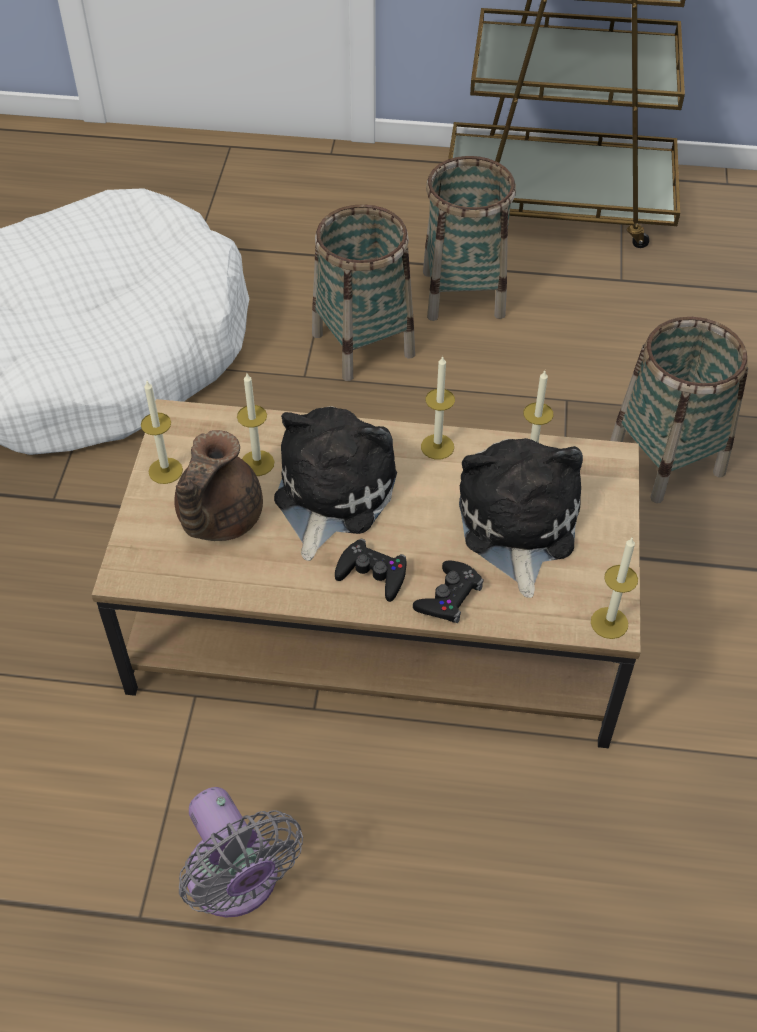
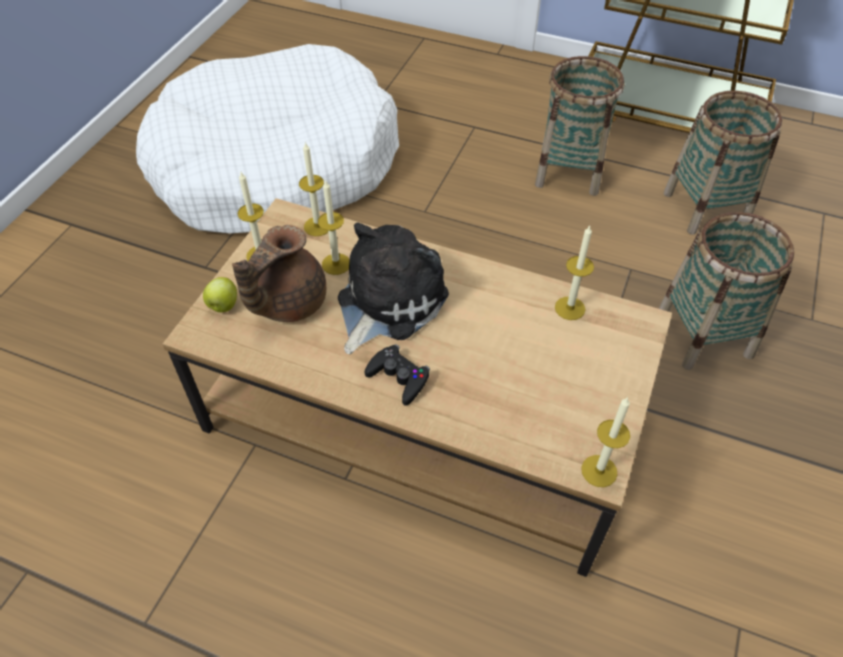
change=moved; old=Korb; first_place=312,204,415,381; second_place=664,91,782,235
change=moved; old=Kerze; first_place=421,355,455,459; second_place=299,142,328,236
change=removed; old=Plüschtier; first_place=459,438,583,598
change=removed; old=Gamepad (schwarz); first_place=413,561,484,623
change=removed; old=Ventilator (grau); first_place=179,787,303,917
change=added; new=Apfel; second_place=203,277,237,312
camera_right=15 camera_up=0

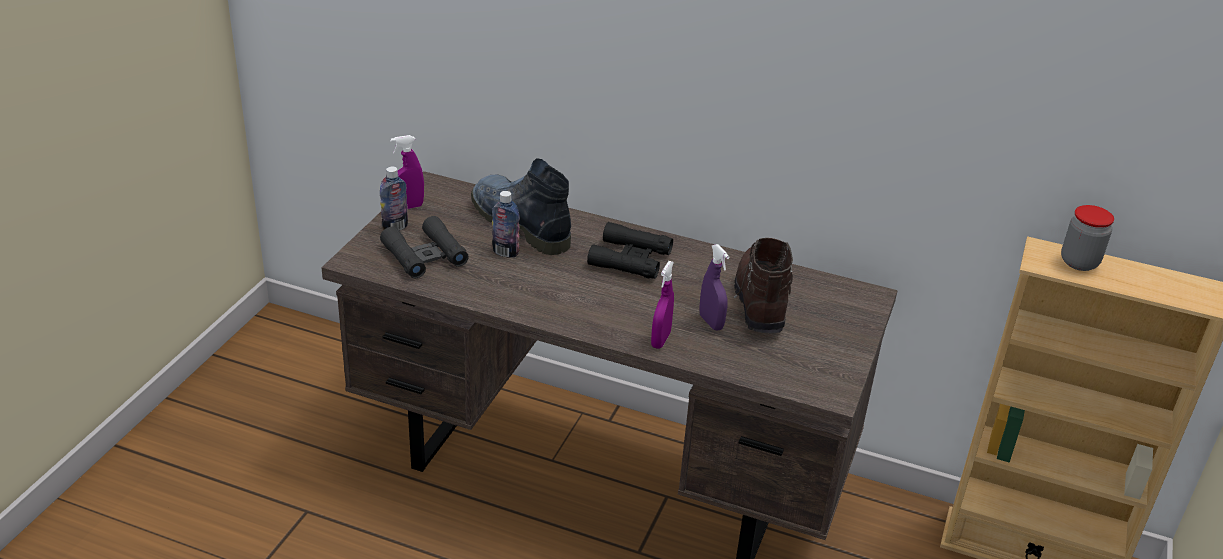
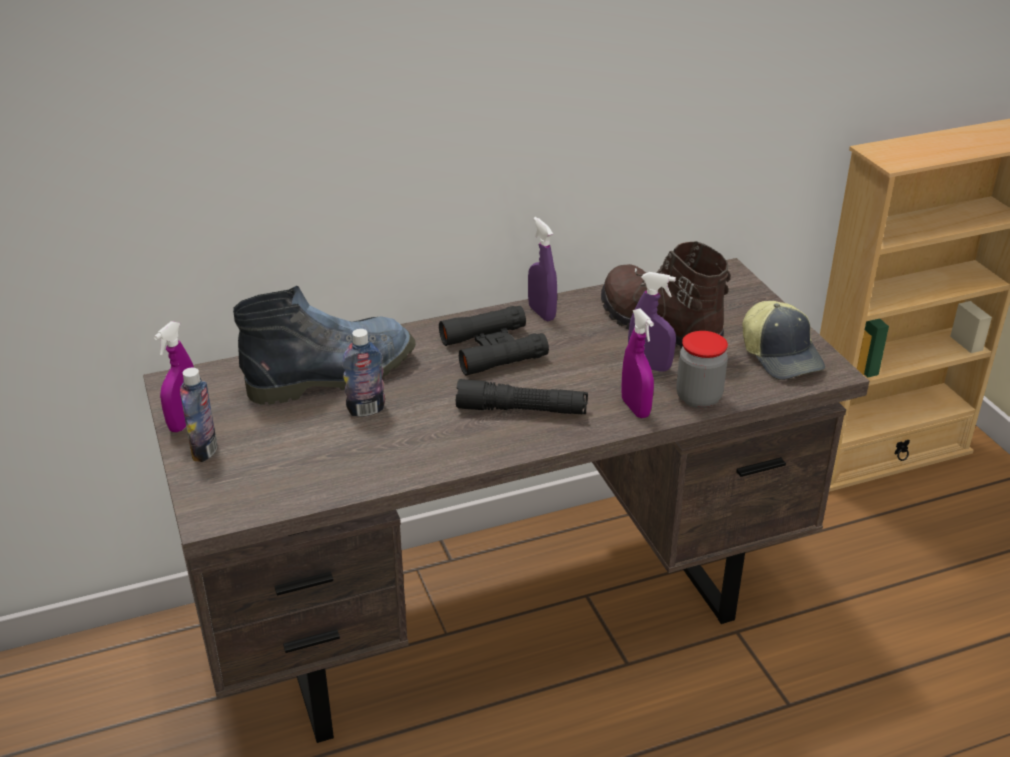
change=turned; old=Stiefel; first_place=471,158,571,255; second_place=233,286,416,405; degrees=150
change=moved; old=Vorratsglas; first_place=1061,205,1114,271; second_place=676,331,728,408
change=removed; old=Fernglas (schwarz); first_place=380,216,469,278
change=added; new=Sprühflasche (lila); second_place=528,217,557,321
change=added; new=Kappe; second_place=742,301,825,380
change=added; new=Taschenlampe (schwarz); second_place=456,379,588,414
camera_right=-40 camera_up=0

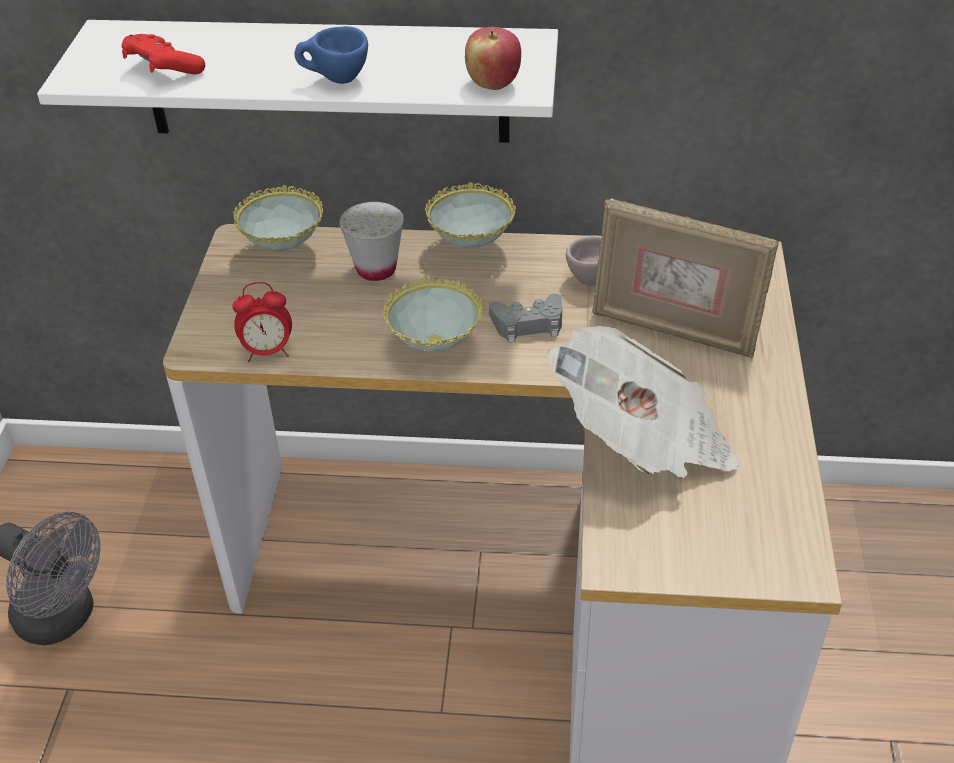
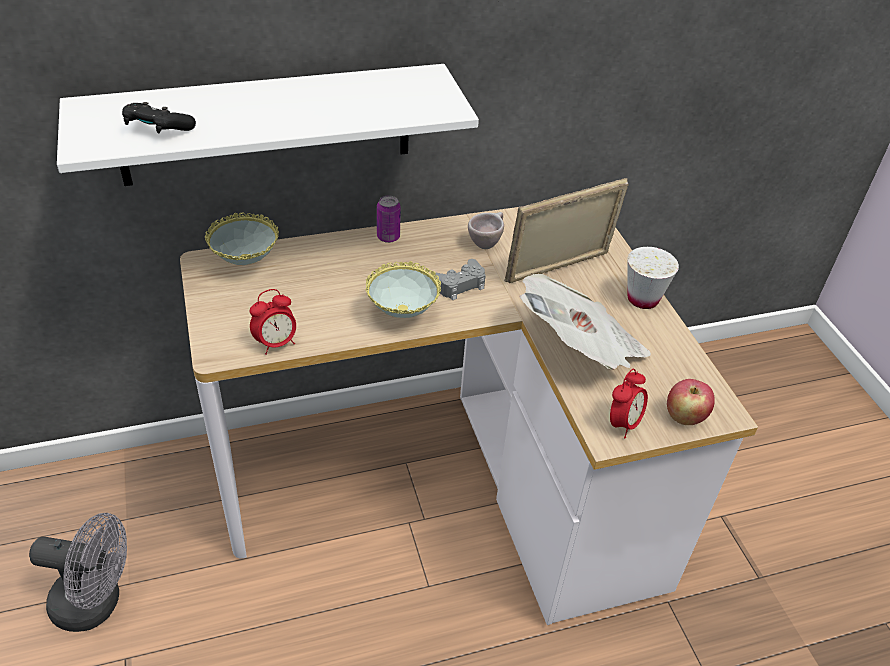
change=removed; old=Tasse (blau); first_place=295,26,368,84
change=moved; old=Apfel; first_place=465,27,521,90; second_place=667,379,715,425
change=recoloured; old=Gamepad (rot); new=Gamepad (schwarz); first_place=122,34,205,74; second_place=122,102,196,133
change=replaced; old=Schüssel; new=Dose; first_place=425,182,516,248; second_place=377,195,401,243
change=turned; old=Bilderrahmen; first_place=592,198,779,358; second_place=504,178,628,283; degrees=150
change=moved; old=Tasse (weiß); first_place=339,202,404,281; second_place=627,247,679,309
change=added; new=Wecker; second_place=610,369,648,439
camera_right=-25 camera_up=0

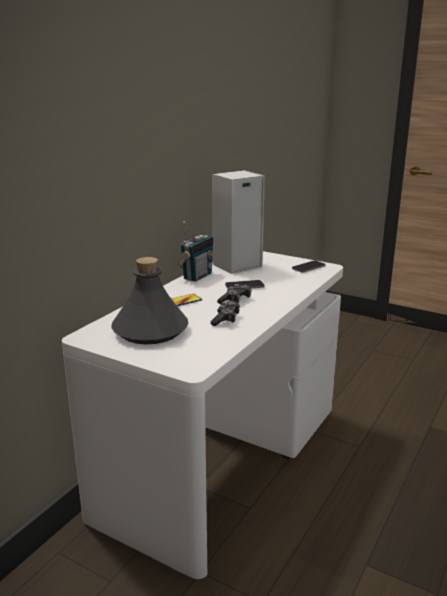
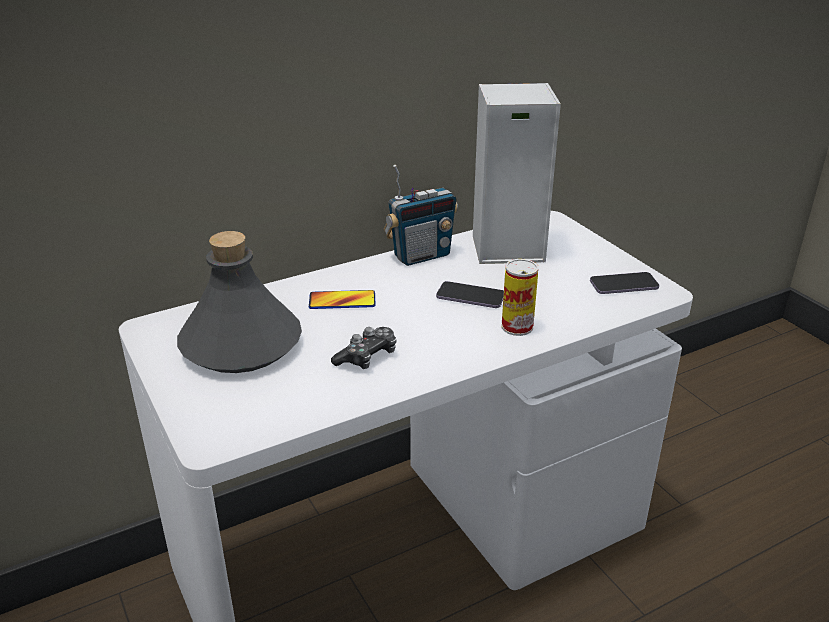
change=removed; old=Gamepad; first_place=217,284,252,304
change=added; new=Dose; second_place=502,259,539,336
camera_right=30 camera_up=10

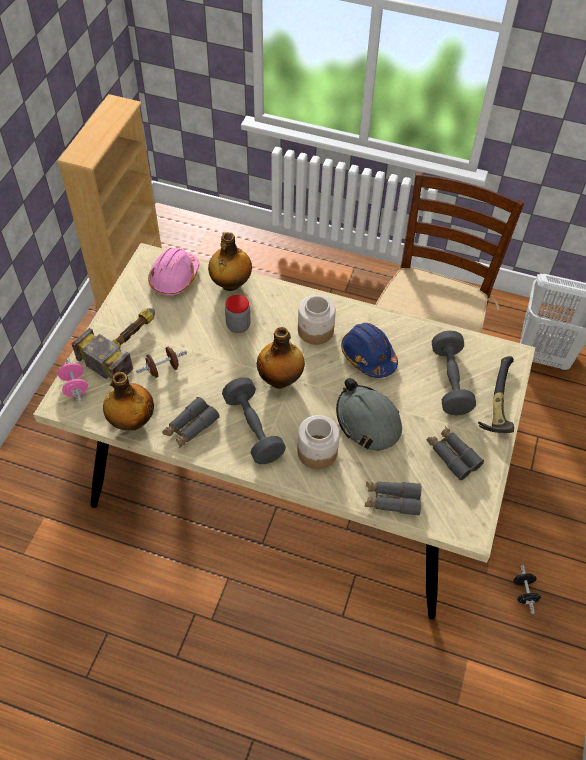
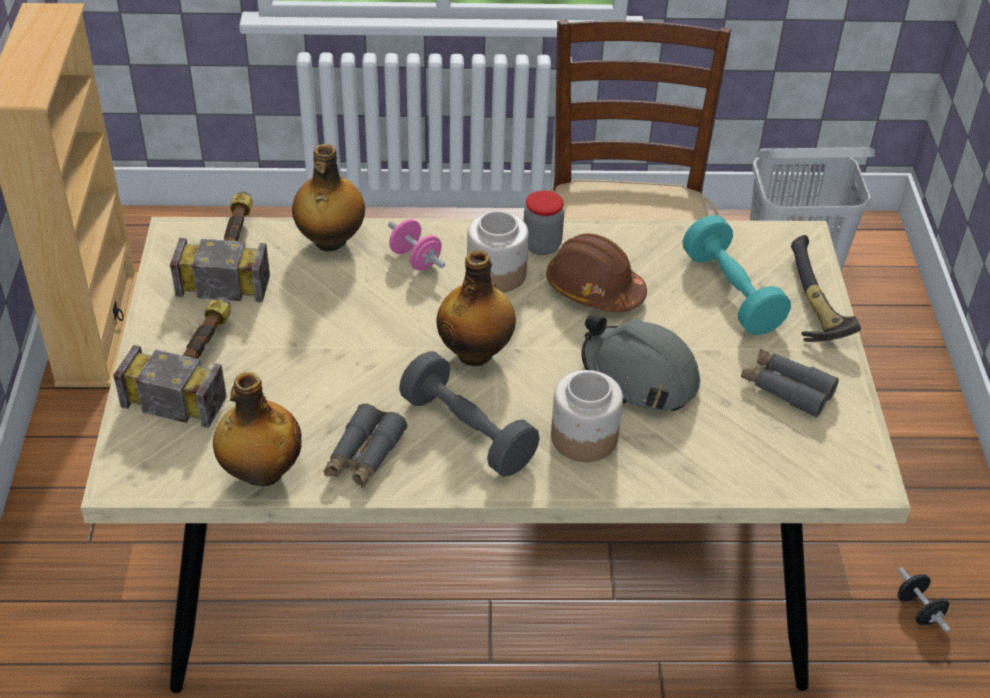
change=replaced; old=Schutzhelm (rosa); new=Hammer; first_place=148,248,199,295; second_place=170,191,270,302
change=moved; old=Vorratsglas; first_place=225,295,251,333; second_place=524,190,564,255
change=recoloured; old=Schutzhelm (blau); new=Schutzhelm (braun); first_place=341,323,398,378; second_place=546,233,647,313
change=recoloured; old=Hantel (grau); new=Hantel (türkis); first_place=432,330,476,415; second_place=683,215,791,335
change=removed; old=Hantel (braun); first_place=136,347,187,378
change=moved; old=Hantel (rosa); first_place=58,358,88,402; second_place=388,219,445,270
change=removed; old=Fernglas (grau); first_place=364,482,421,516
camera_right=-20 camera_up=-10

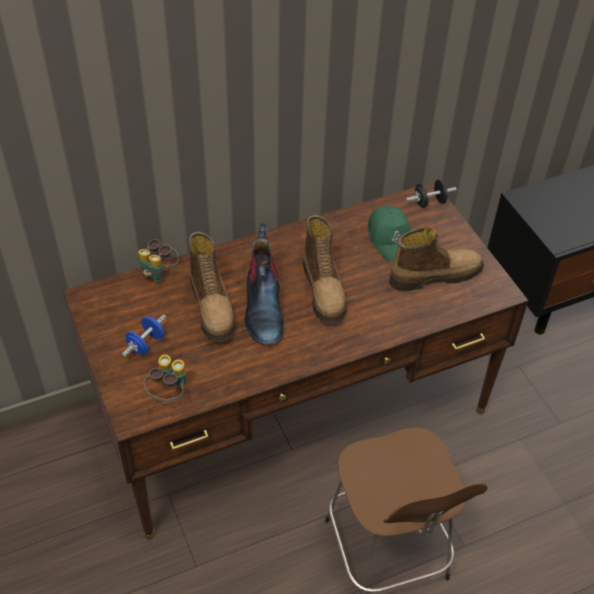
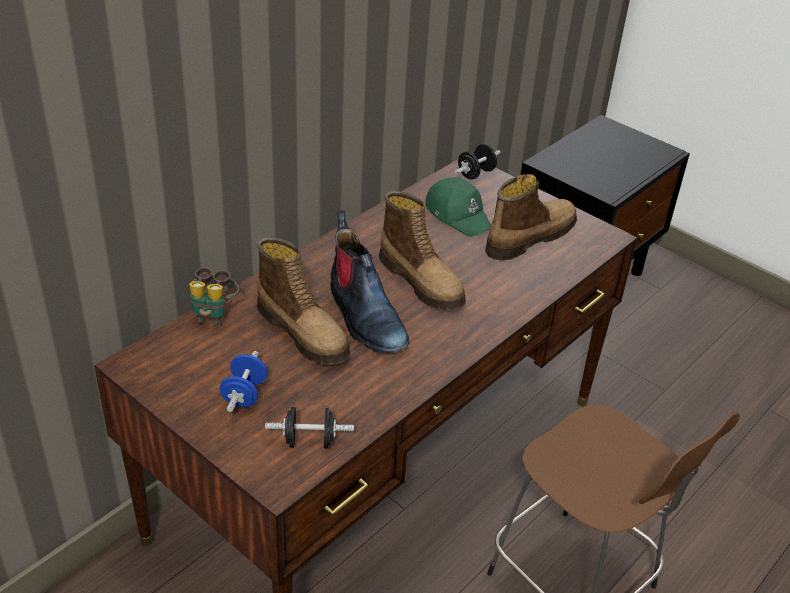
change=replaced; old=Fernglas; new=Hantel (schwarz); first_place=144,354,186,402; second_place=265,406,354,449
camera_right=-25 camera_up=-10

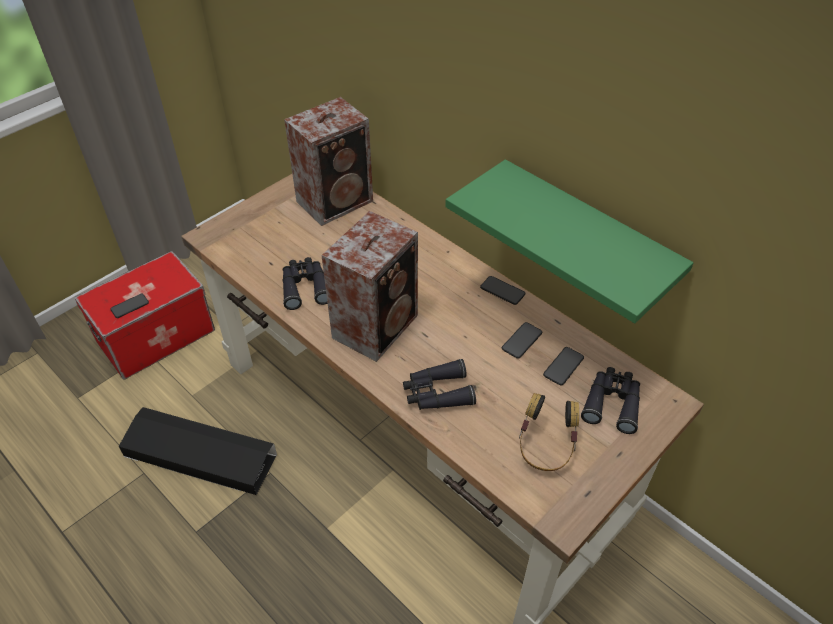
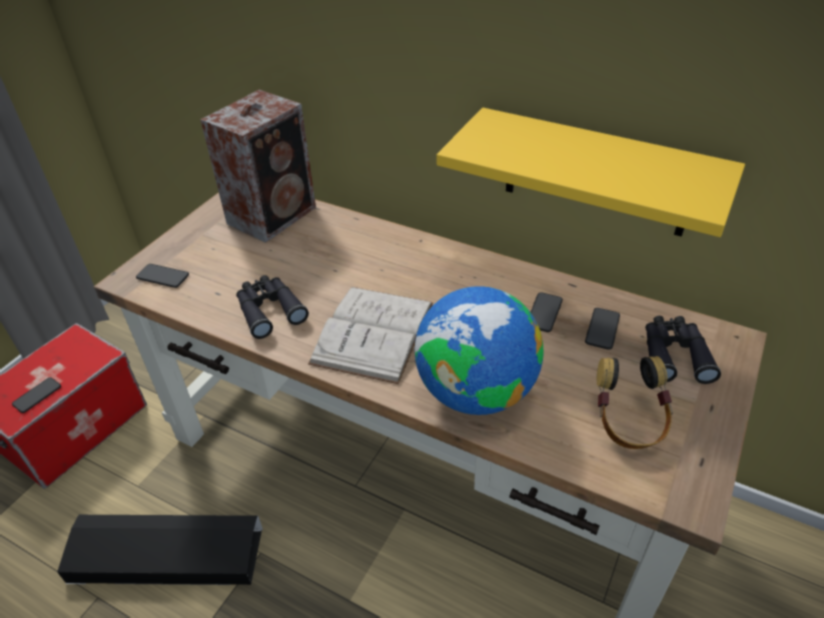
change=recoloured; old=Wandregal (grün); new=Wandregal (gelb); first_place=445,159,693,323; second_place=437,108,745,237
change=replaced; old=Lautsprecher; new=Buch (weiß); first_place=321,211,418,362; second_place=308,287,433,384
change=moved; old=Handy; first_place=480,276,525,305; second_place=136,264,189,288
change=replaced; old=Fernglas (schwarz); new=Globus; first_place=403,359,476,410; second_place=415,286,544,415
camera_right=-15 camera_up=-5

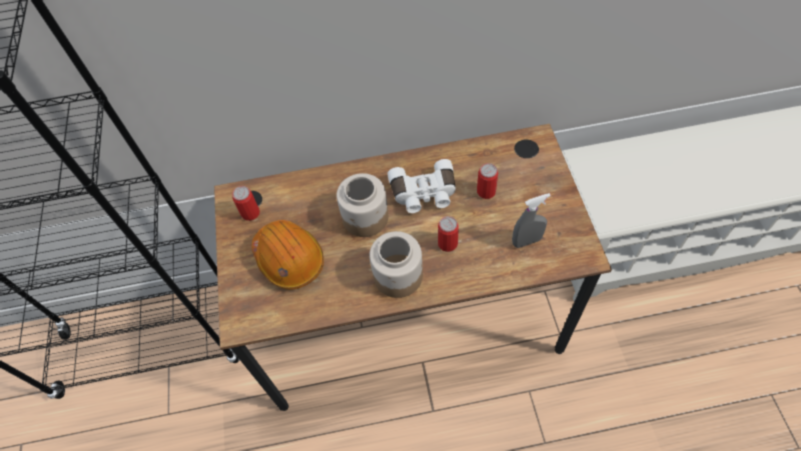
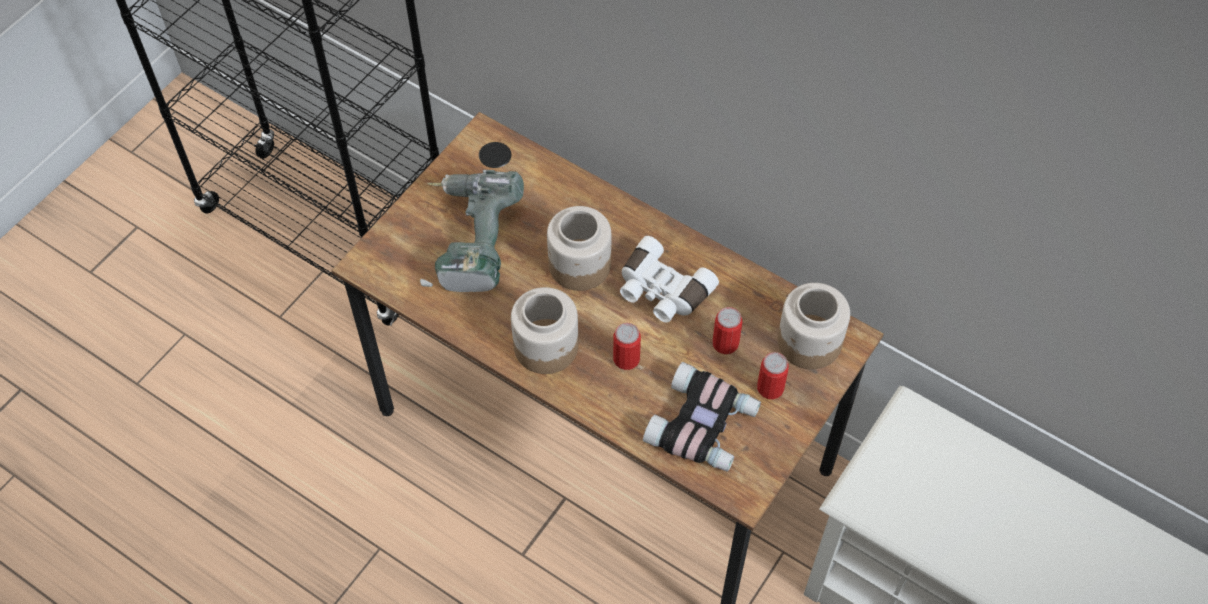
change=moved; old=Dose; first_place=232,186,260,221; second_place=757,352,789,399
change=replaced; old=Sprühflasche (grau); new=Fernglas; first_place=512,193,551,248; second_place=643,362,761,472
change=replaced; old=Schutzhelm (orange); new=Bohrmaschine; first_place=252,220,324,290; second_place=420,170,524,292
change=added; new=Vorratsglas; second_place=778,283,850,369
camera_right=40 camera_up=0

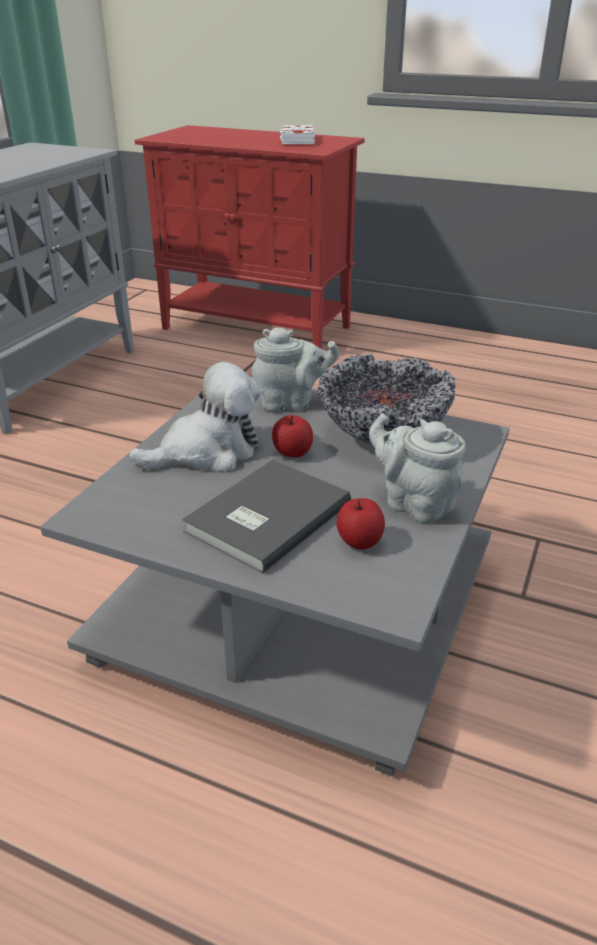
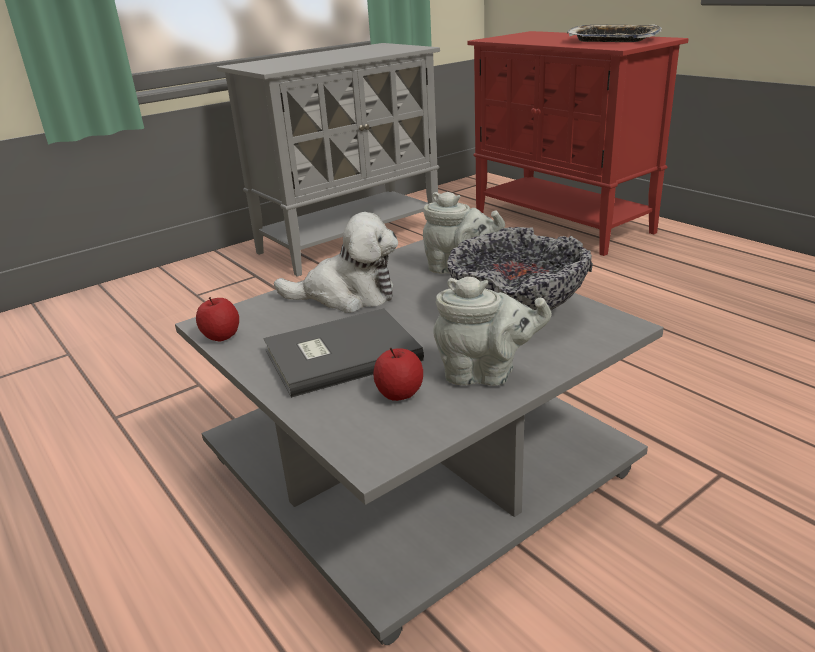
change=replaced; old=Buch (weiß); new=Tablett; first_place=280,124,315,144; second_place=567,24,662,42
change=turned; old=Teekanne (grau); first_place=369,413,466,523; second_place=433,277,552,386; degrees=120
change=moved; old=Apfel; first_place=272,415,313,457; second_place=196,297,239,341
camera_right=30 camera_up=-5

